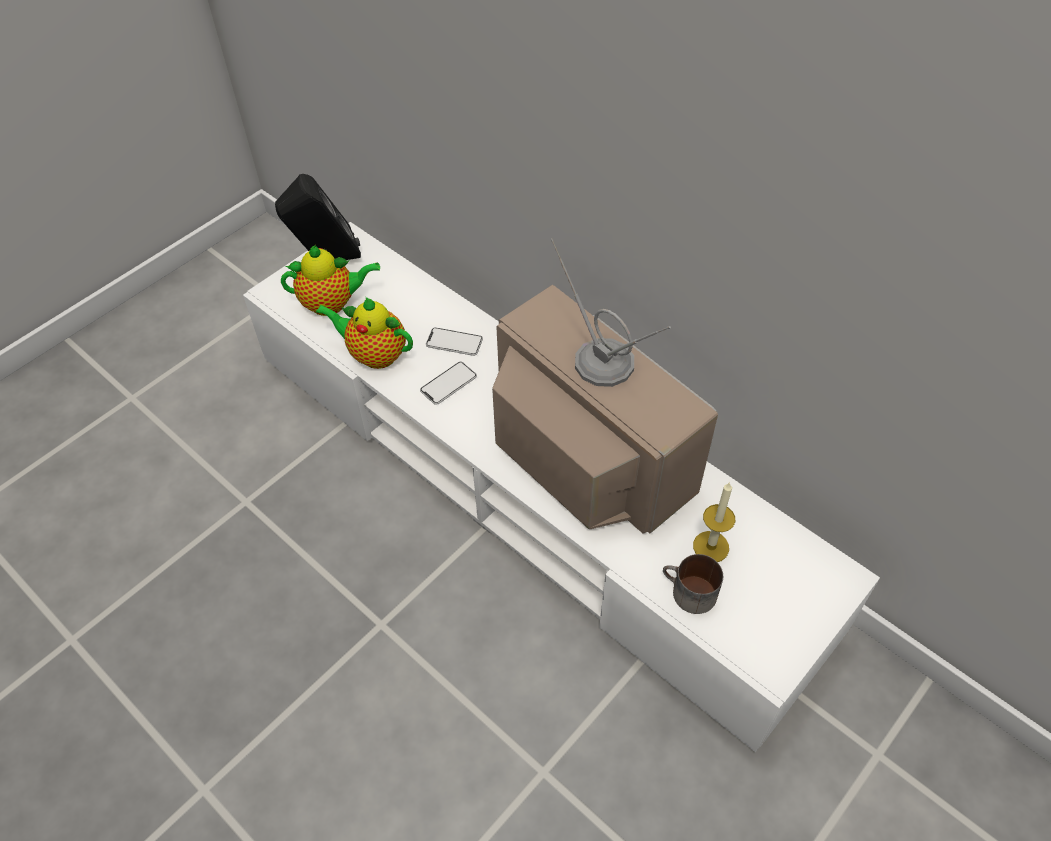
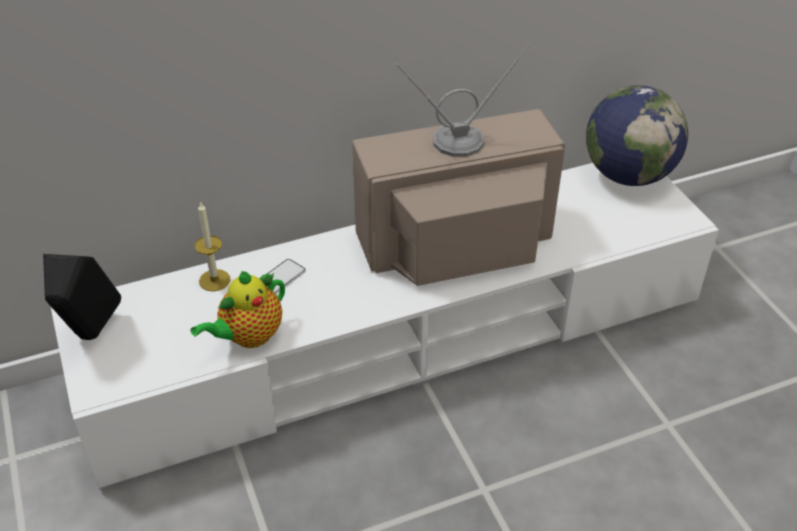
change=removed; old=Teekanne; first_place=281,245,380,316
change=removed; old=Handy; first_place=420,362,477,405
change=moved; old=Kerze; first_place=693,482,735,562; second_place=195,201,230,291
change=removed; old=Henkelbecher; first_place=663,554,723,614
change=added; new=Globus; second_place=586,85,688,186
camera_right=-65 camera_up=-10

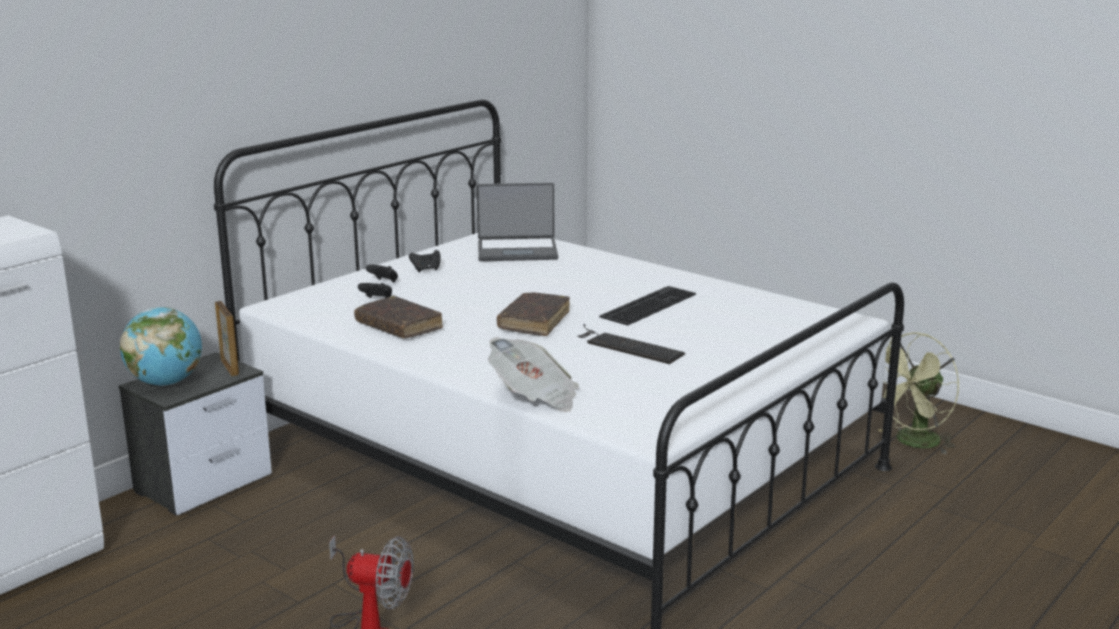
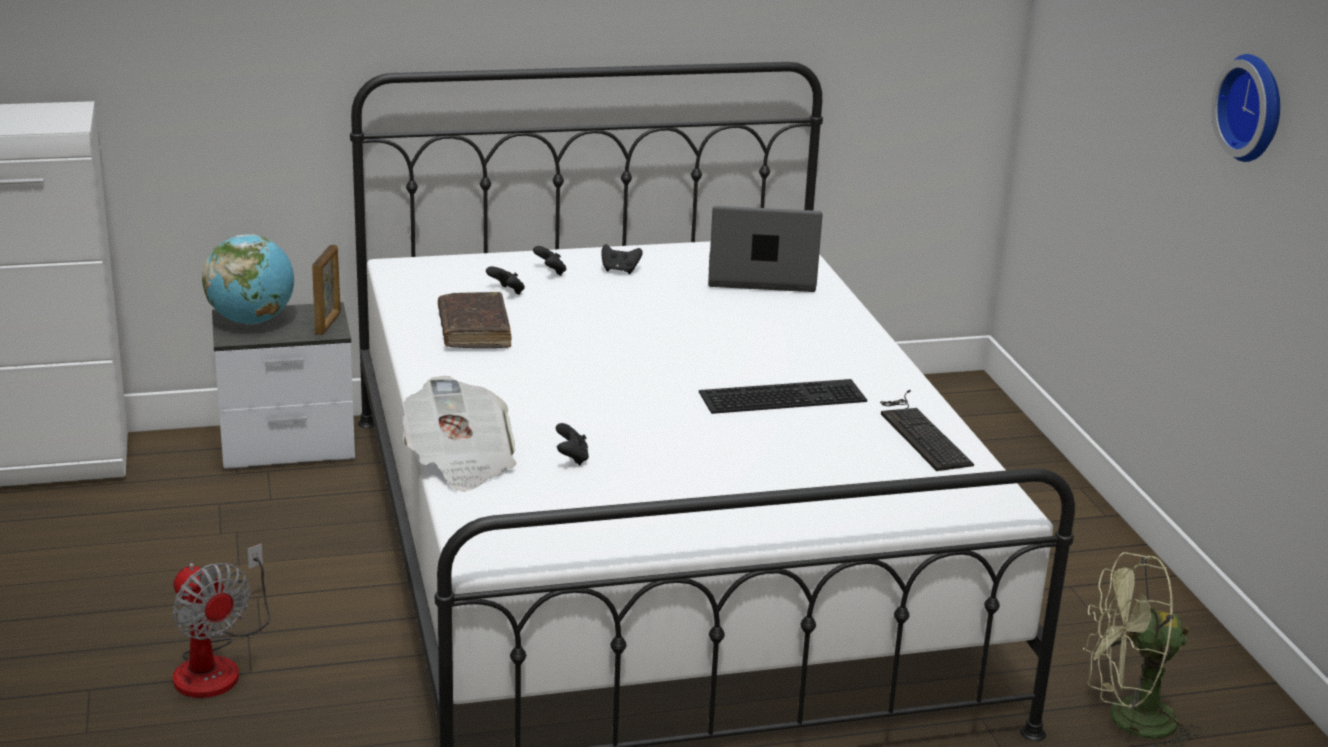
change=turned; old=Laptop; first_place=477,183,558,261; second_place=708,206,823,292; degrees=150
change=removed; old=Buch (braun); first_place=497,292,570,336
change=moved; old=Tastatur; first_place=577,324,685,364; second_place=880,390,974,471
change=added; new=Wanduhr; second_place=1212,54,1280,162
change=added; new=Gamepad (schwarz); second_place=556,423,589,465
camera_right=35 camera_up=5

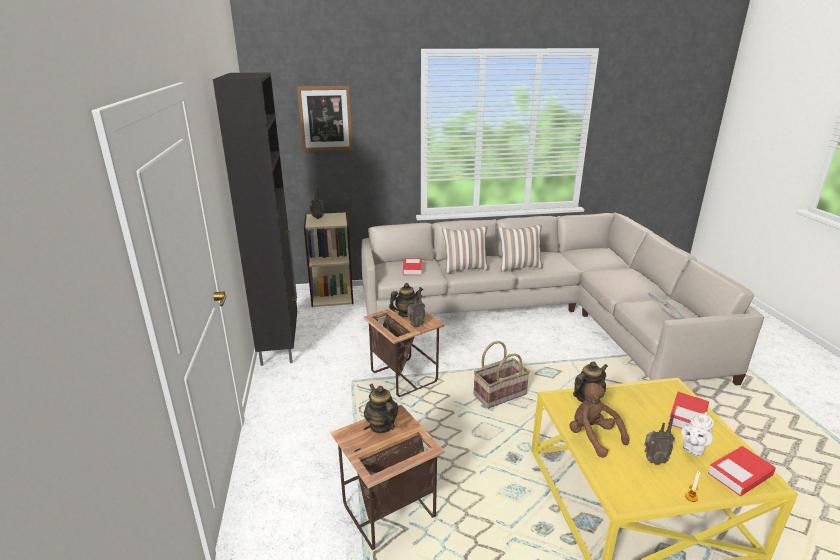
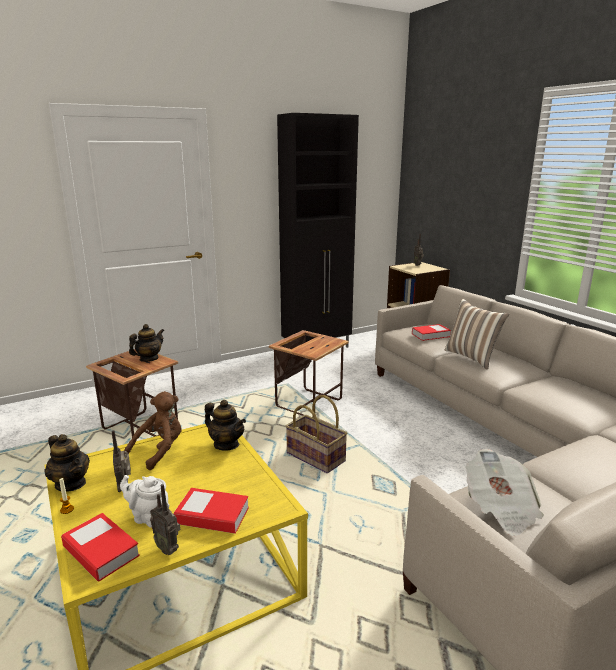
change=removed; old=Bild; first_place=297,86,353,151
change=removed; old=Kissen; first_place=498,224,543,272
change=moved; old=Teekanne; first_place=389,283,423,317; second_place=45,434,90,492
change=moved; old=Radio; first_place=407,287,425,327; second_place=150,484,180,555
camera_right=70 camera_up=-5

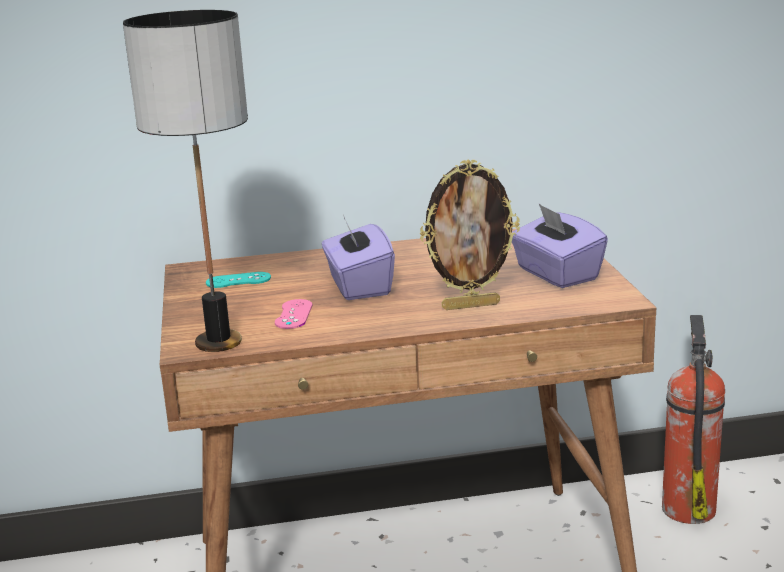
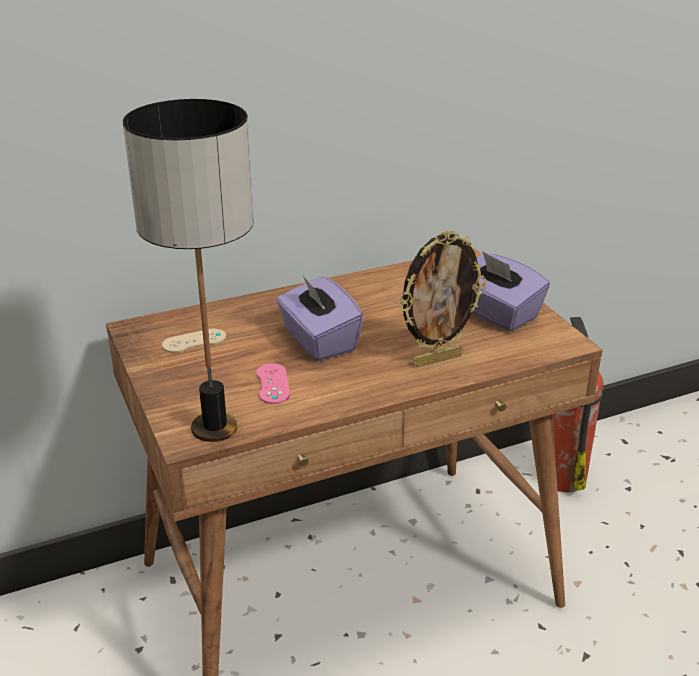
change=recoloured; old=Gamepad (türkis); new=Gamepad (beige); first_place=206,272,271,288; second_place=162,329,226,353
camera_right=-15 camera_up=10

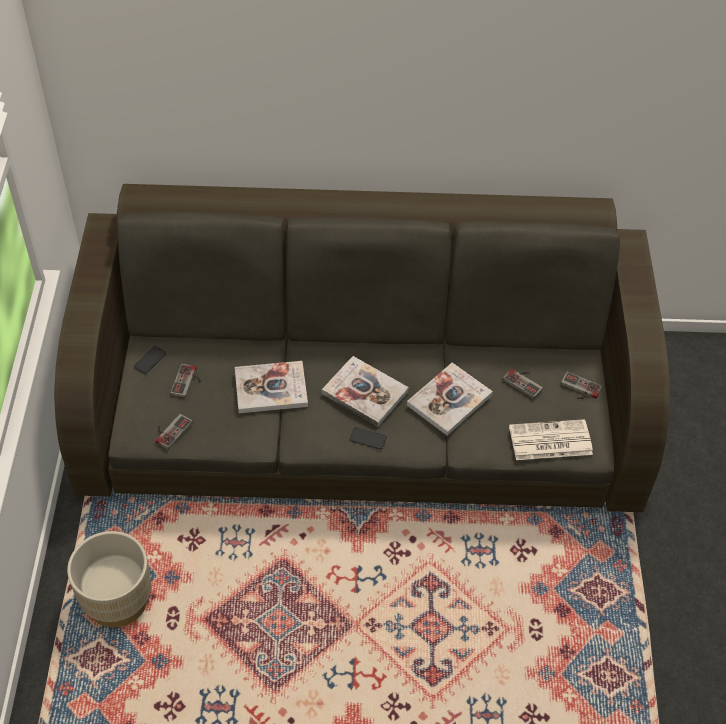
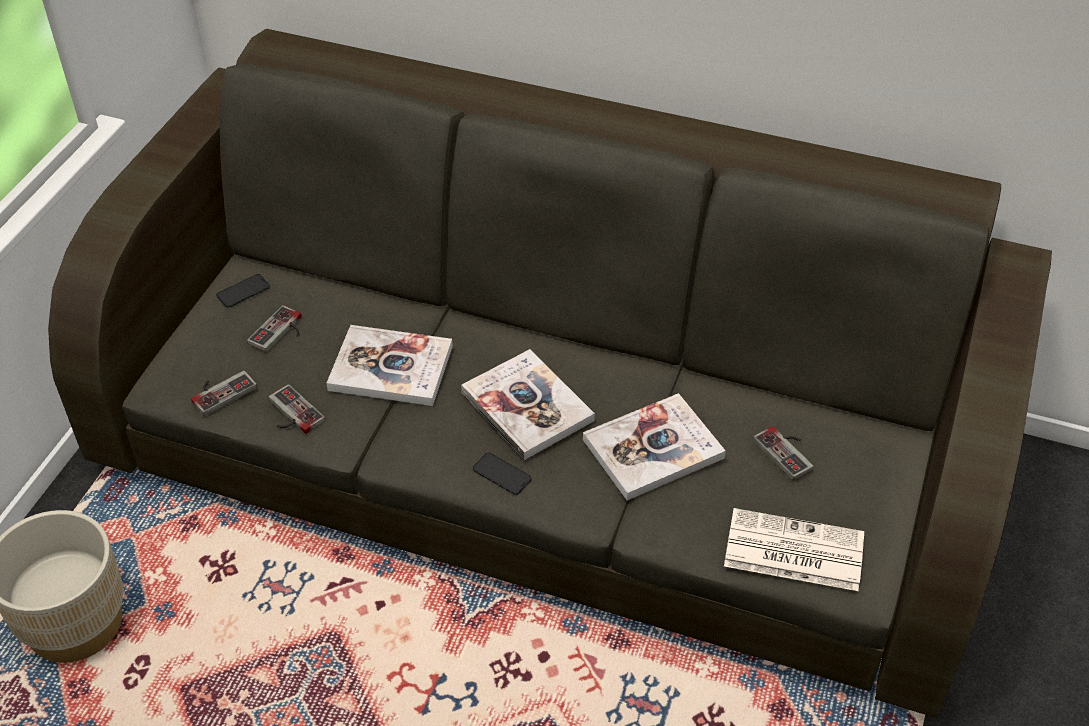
change=moved; old=Gamepad; first_place=561,372,602,399; second_place=269,384,325,434
camera_right=20 camera_up=-5

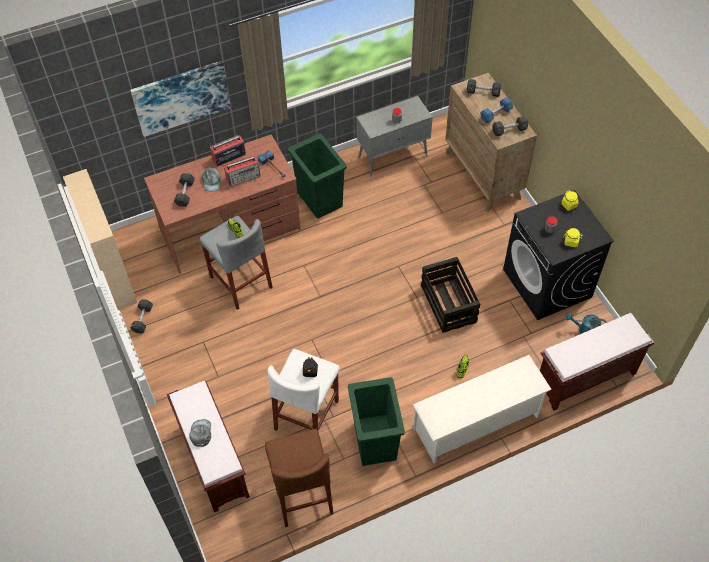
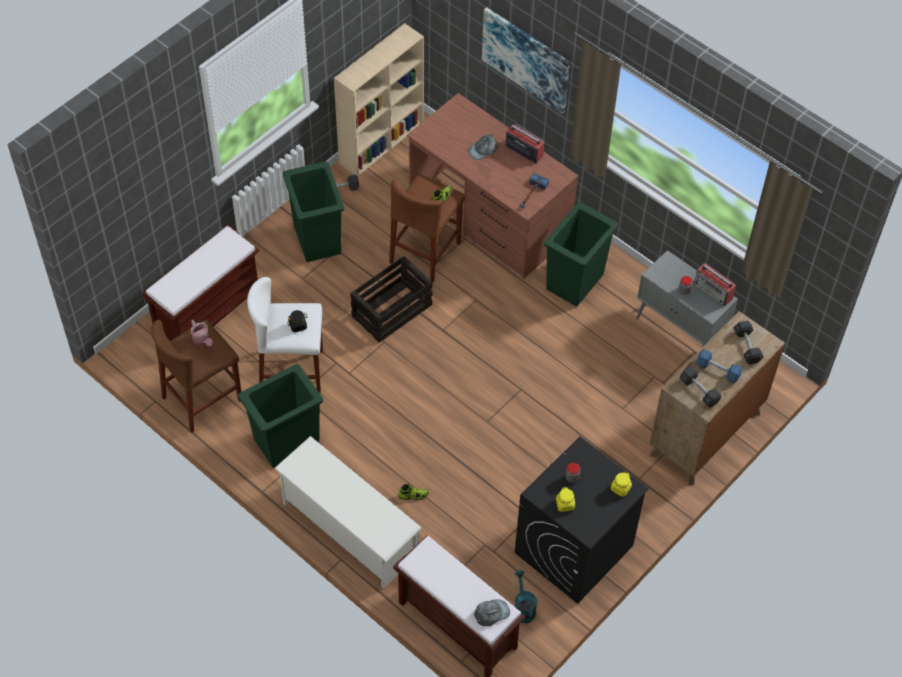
change=moved; old=Radio; first_place=224,156,261,186; second_place=694,263,736,306
change=removed; old=Hantel (schwarz); first_place=174,173,195,207
change=recoloured; old=Hocker (grau); new=Hocker (braun); first_place=200,215,273,310; second_place=389,174,465,282
change=moved; old=Kiste; first_place=421,257,481,333; second_place=350,256,433,342
change=moved; old=Kappe (grau); first_place=189,419,211,447; second_place=474,599,510,626
change=added; new=Mülleimer (grün); second_place=283,161,344,262
change=added; new=Gießkanne; second_place=191,320,213,346
camera_right=65 camera_up=0

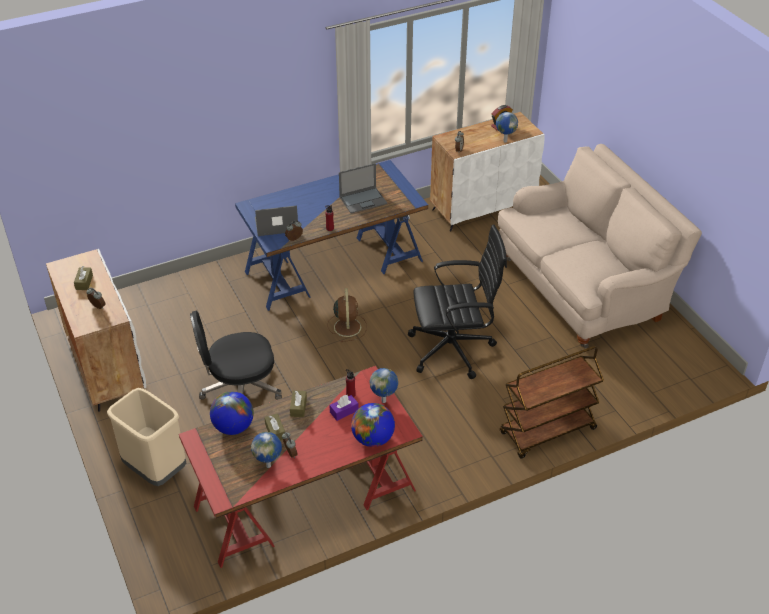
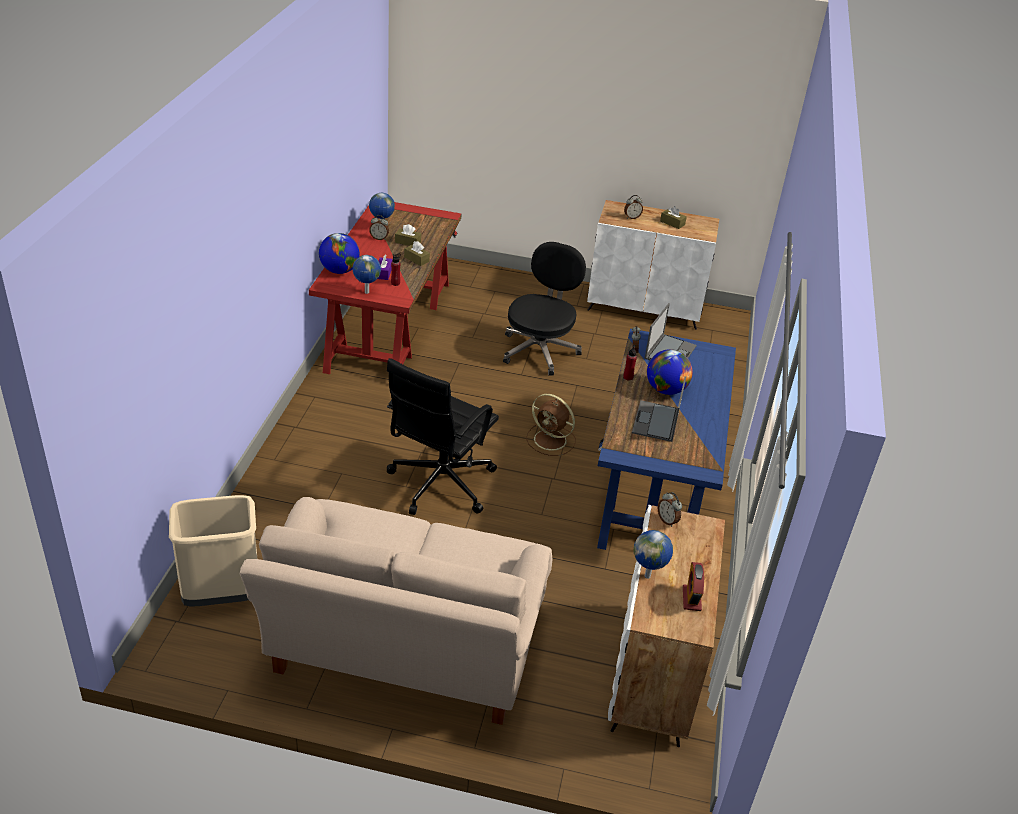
change=removed; old=Rollwagen (braun); first_place=500,346,604,459
change=moved; old=Mülleimer (beige); first_place=107,388,186,486; second_place=169,495,257,607
change=moved; old=Globus; first_place=210,391,254,435; second_place=647,349,693,395
camera_right=125 camera_up=-5

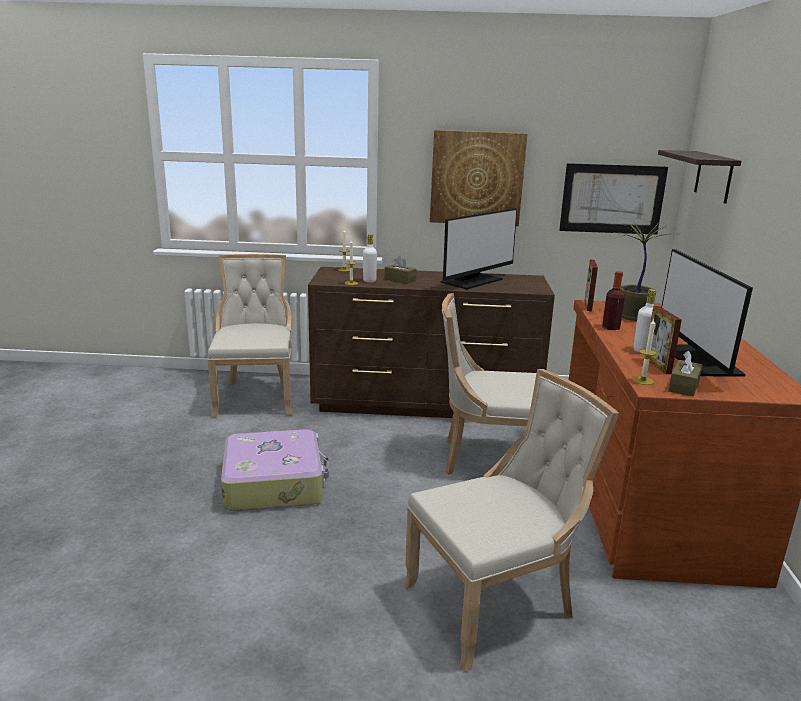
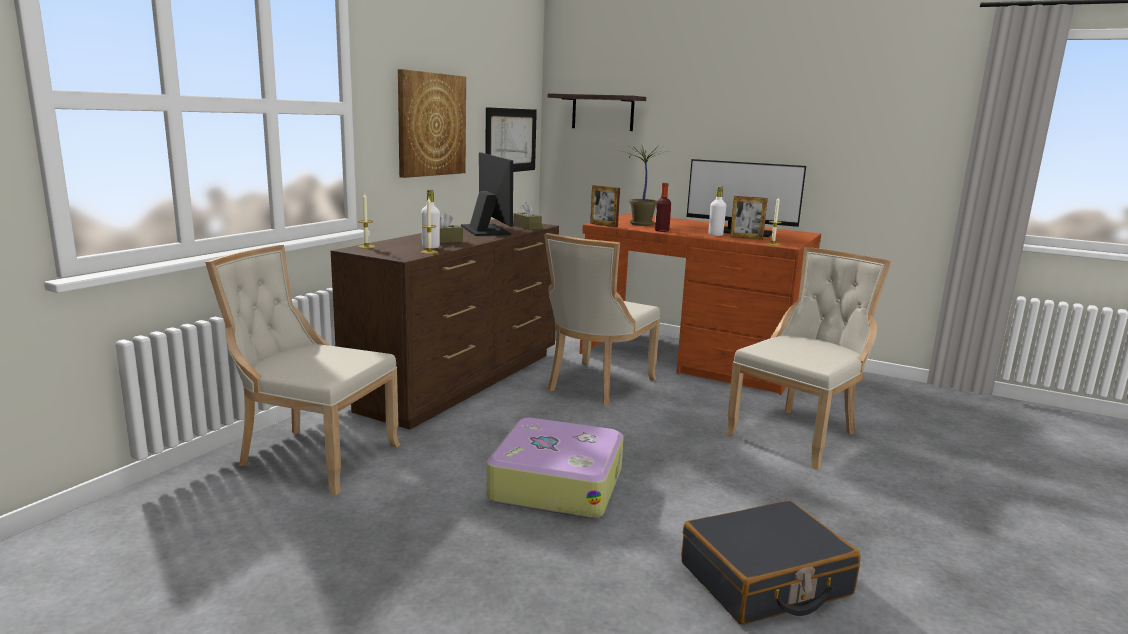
change=moved; old=Taschentuchbox (braun); first_place=668,350,703,396; second_place=513,202,542,230
change=turned; old=Stuhl (beige); first_place=403,369,619,672; second_place=724,247,891,470; degrees=45
change=added; new=Koffer (schwarz); second_place=681,500,860,625
camera_right=-65 camera_up=-5

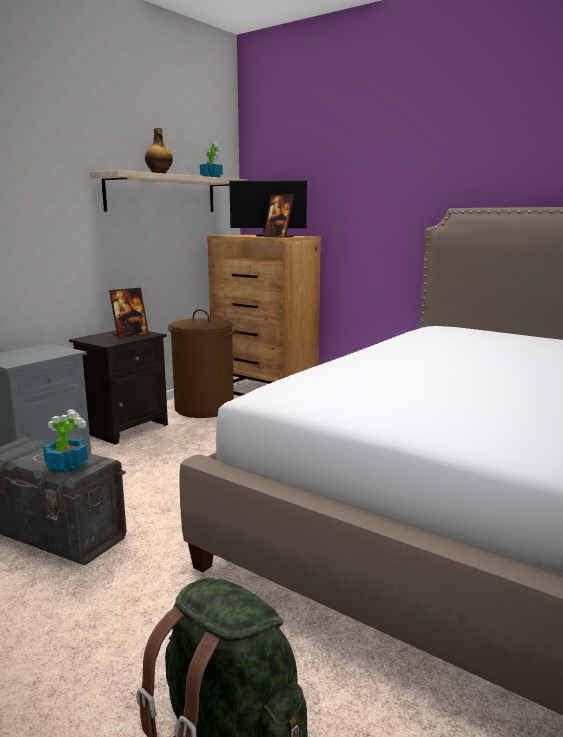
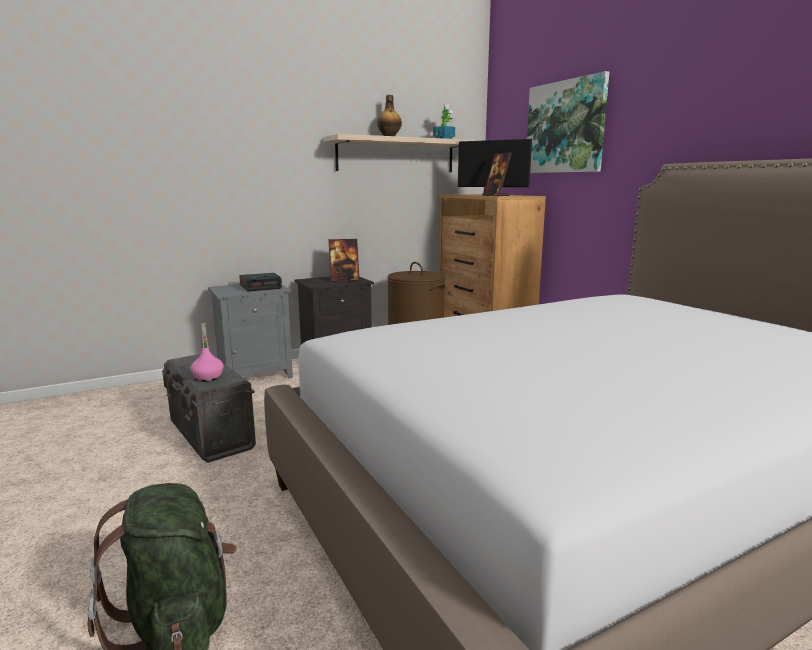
change=replaced; old=Topfpflanze; new=Flasche (rosa); first_place=43,409,88,472; second_place=190,321,223,382
change=added; new=Bild; second_place=527,71,609,173
change=added; new=Wecker; second_place=239,273,282,292
camera_right=25 camera_up=0

